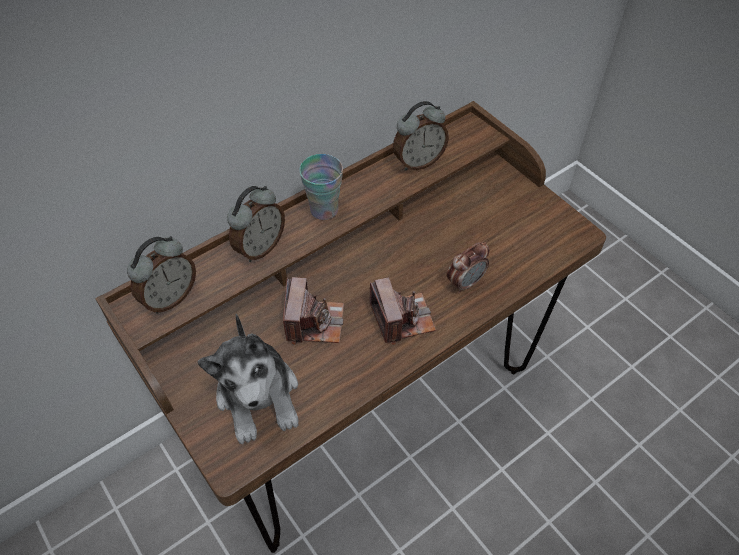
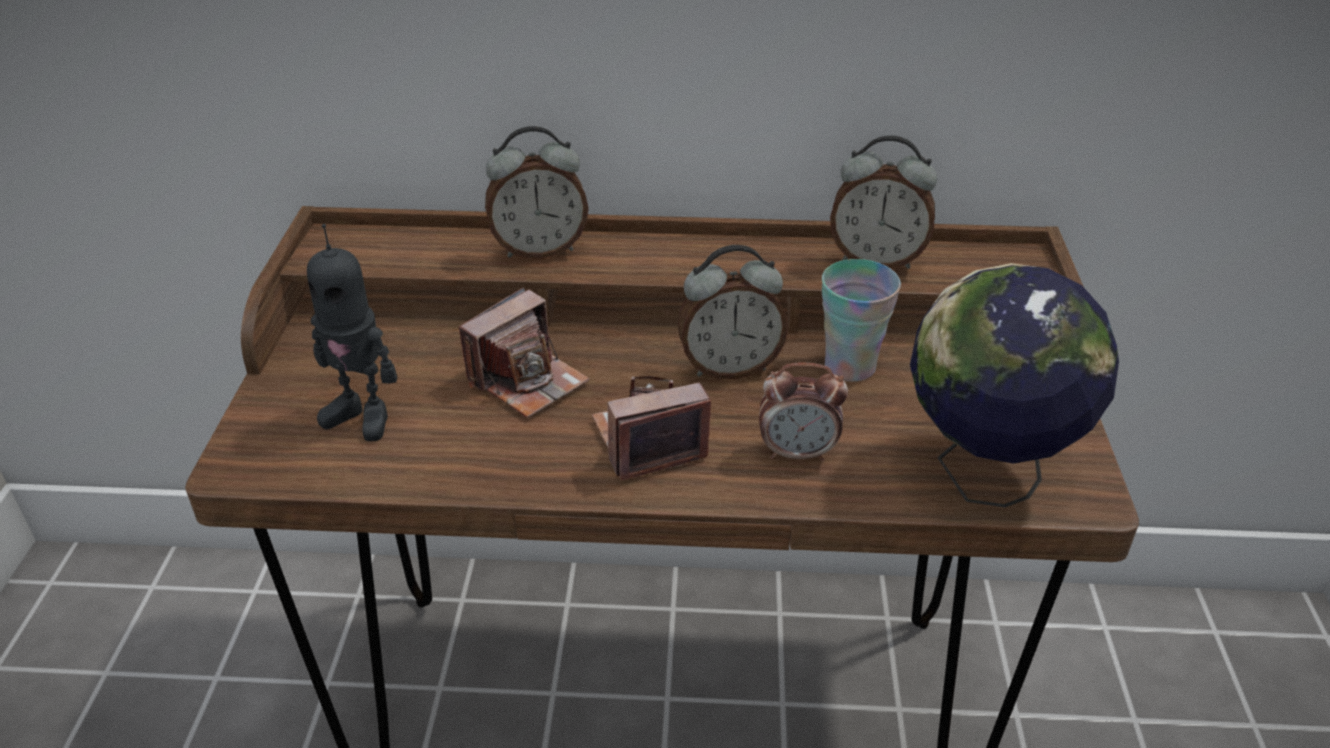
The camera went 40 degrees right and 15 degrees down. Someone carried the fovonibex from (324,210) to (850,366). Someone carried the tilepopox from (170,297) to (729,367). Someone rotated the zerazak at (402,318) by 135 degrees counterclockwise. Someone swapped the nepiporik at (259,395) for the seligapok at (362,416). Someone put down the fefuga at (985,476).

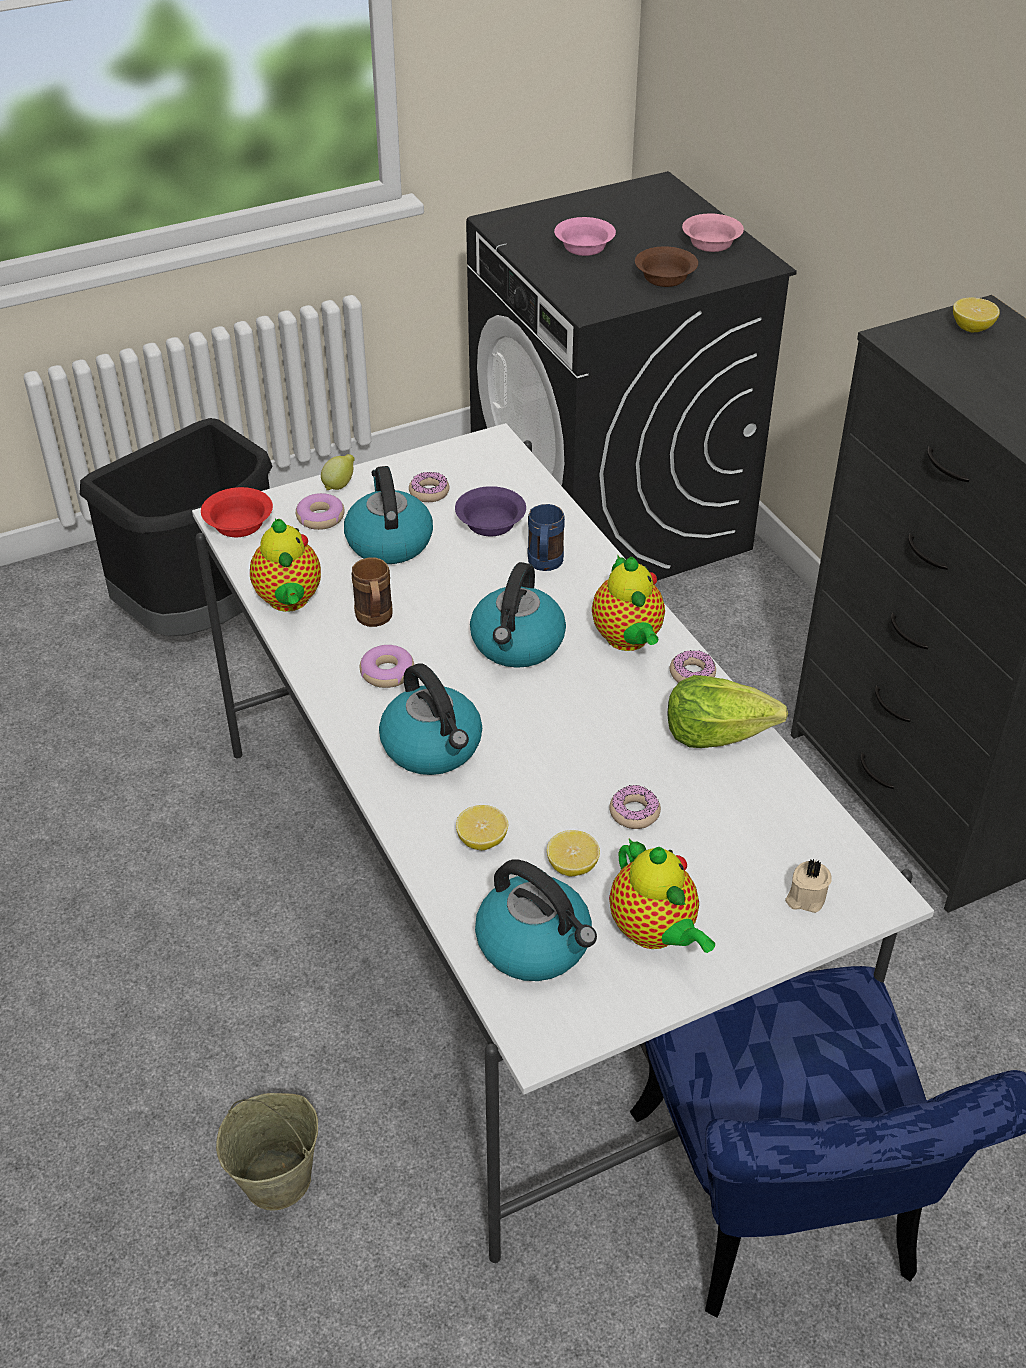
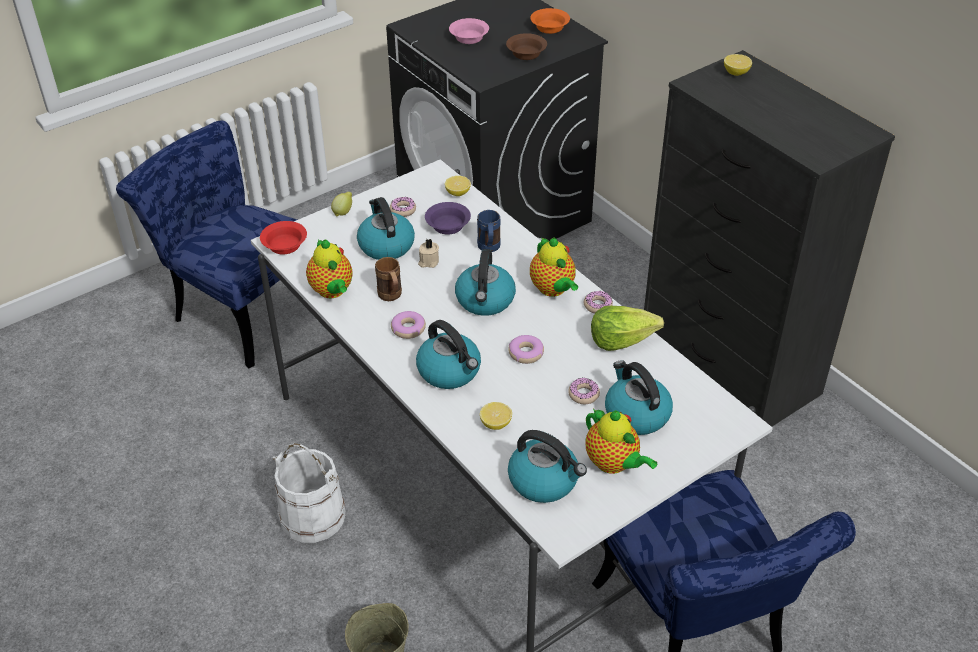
The camera went 10 degrees left and 0 degrees up. Someone repainted the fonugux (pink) at (710,244), which became the fonugux (orange) at (549,28). Someone swapped the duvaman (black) at (206,615) for the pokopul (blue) at (240,308). Someone carried the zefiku from (320,517) to (526,353). Someone carried the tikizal from (572,866) to (458,193). Someone carried the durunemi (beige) from (805,898) to (428,262). Someone put down the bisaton at (636,414). Someone put down the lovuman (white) at (313,515).

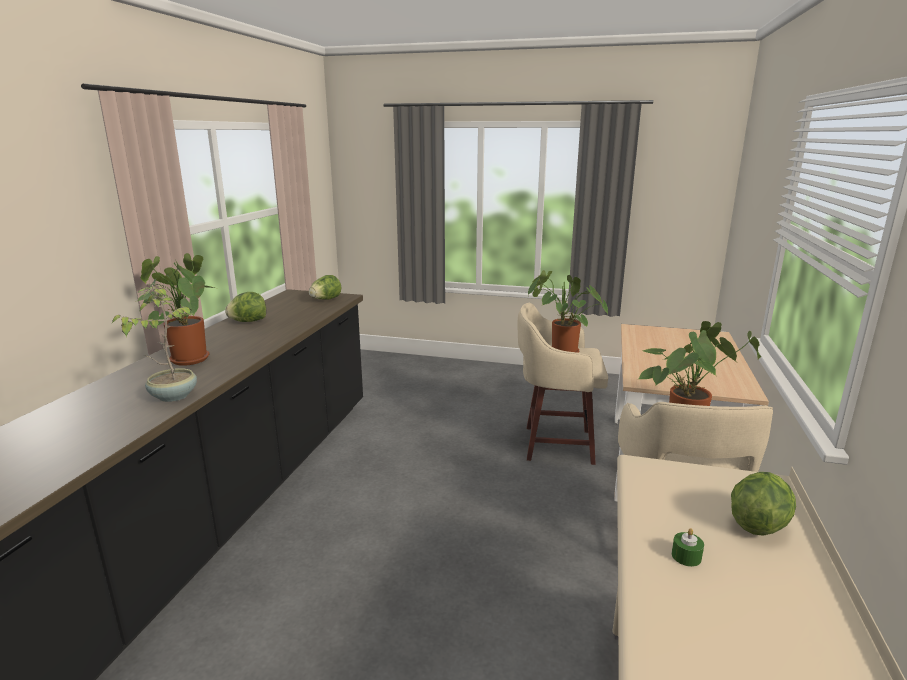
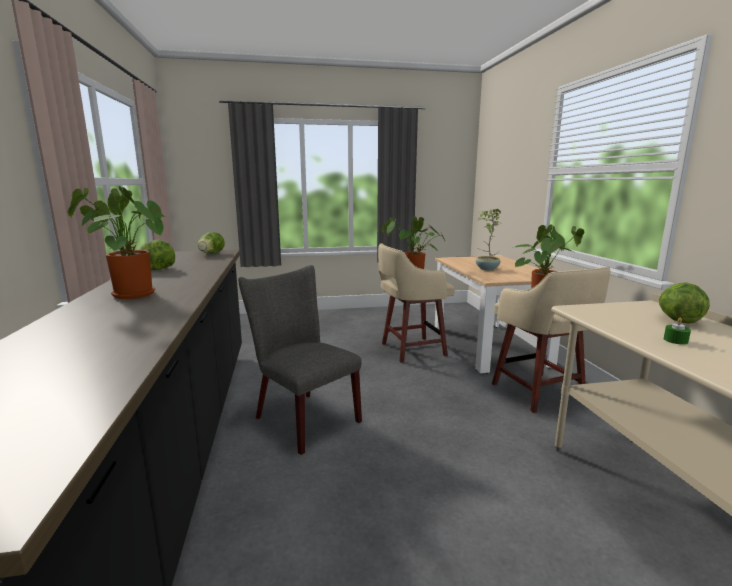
The camera went 25 degrees left and 5 degrees down. Someone carried the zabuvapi from (173,396) to (486,269). Someone put down the pokopul (grey) at (302,417).

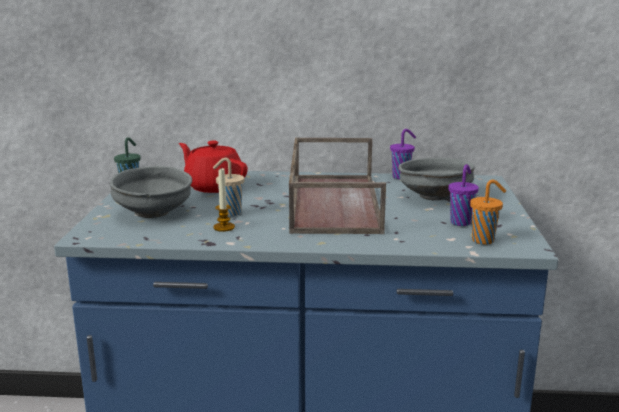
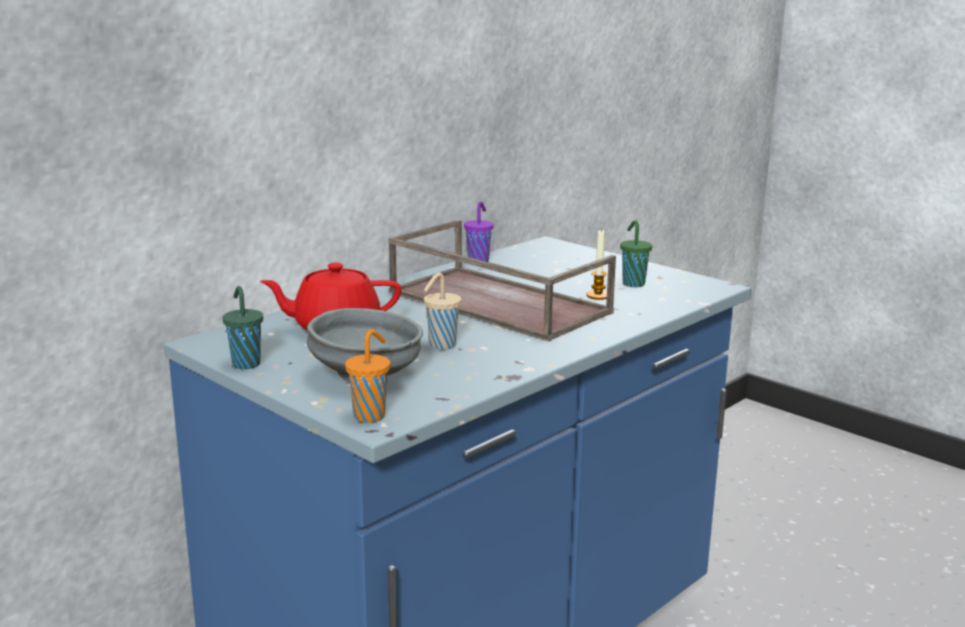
The camera went 50 degrees left and 0 degrees up. Someone took away the fonugux (grey) at (434,197). Someone repainted the fovonibex (purple) at (461,222), which became the fovonibex (green) at (633,284). Someone carried the durunemi from (224,227) to (598,296). Someone carried the fovonibex (orange) from (484,240) to (370,416).

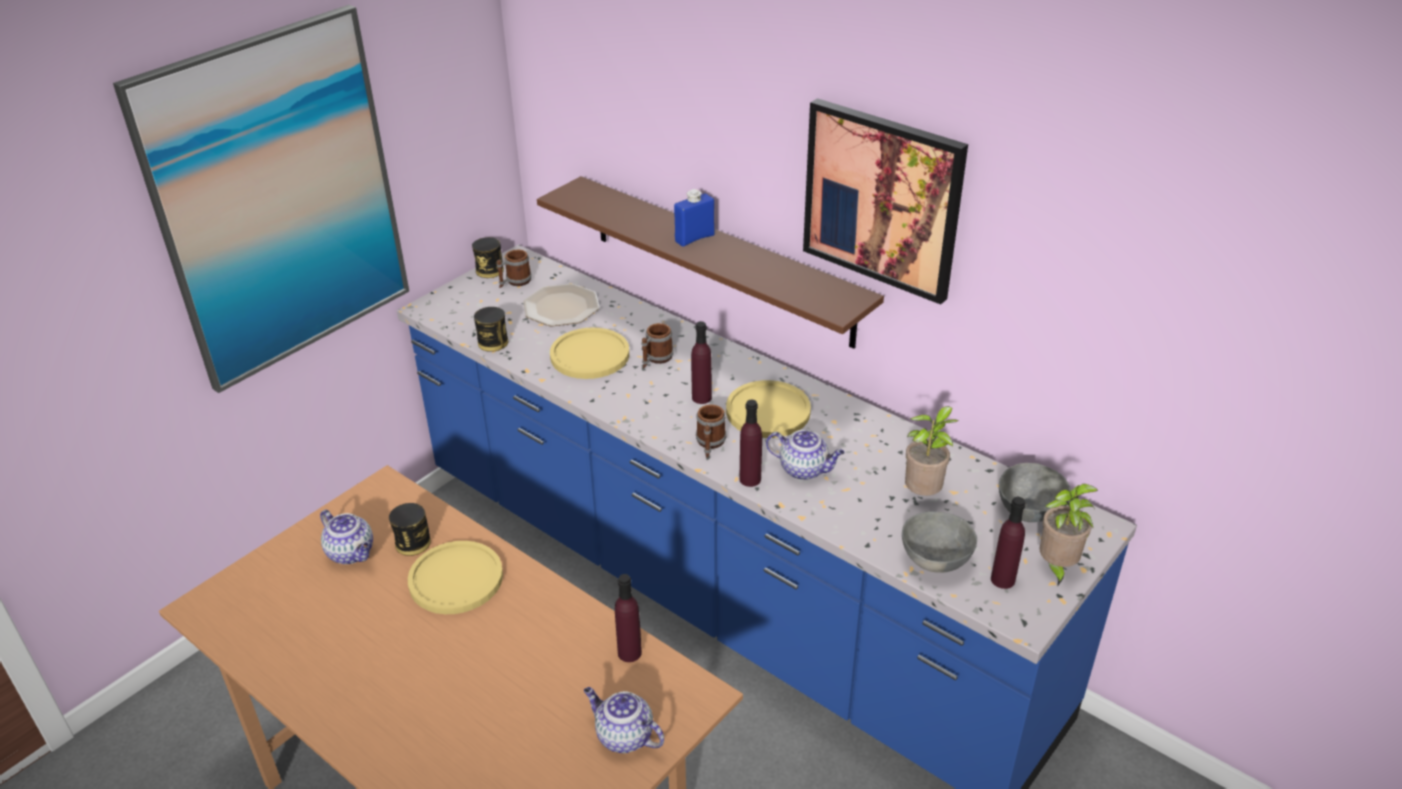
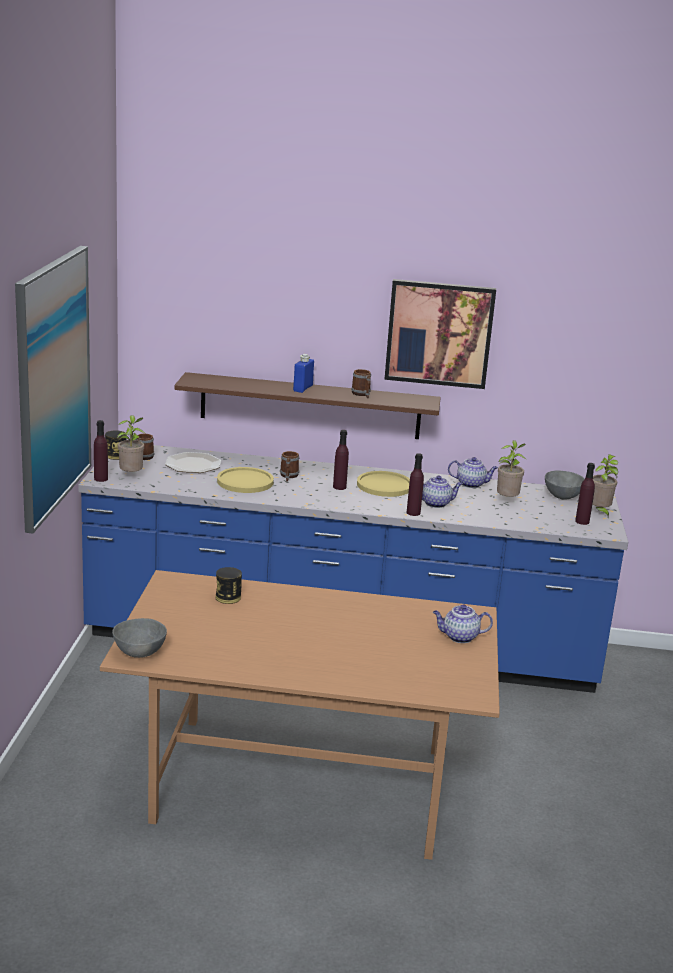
The camera went 35 degrees left and 15 degrees down. Someone took away the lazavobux at (493,342). Someone carried the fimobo from (710,444) to (362,394). Someone carried the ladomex from (352,553) to (471,484). Someone carried the fonugux (grey) from (933,560) to (138,653). Someone took away the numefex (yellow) at (456,579). Someone carried the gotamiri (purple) from (629,652) to (101,479). Someone put down the zabuvapi at (131,476).

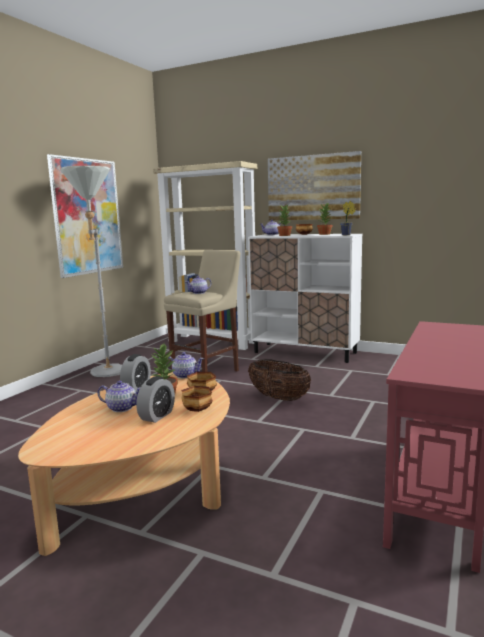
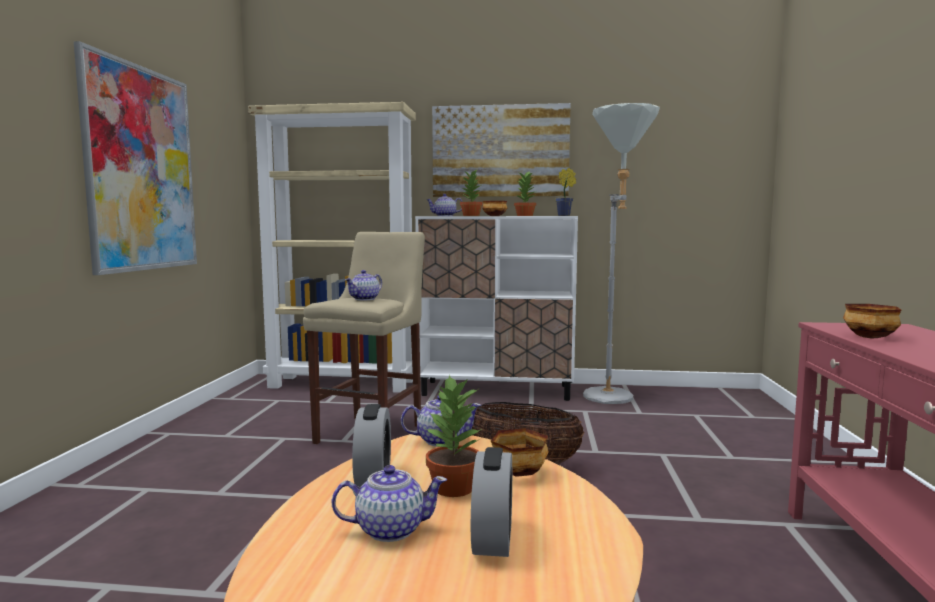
The camera went 20 degrees left and 5 degrees down. Someone carried the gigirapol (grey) from (106,374) to (613,400). Someone carried the fonugux from (198,409) to (869,337).

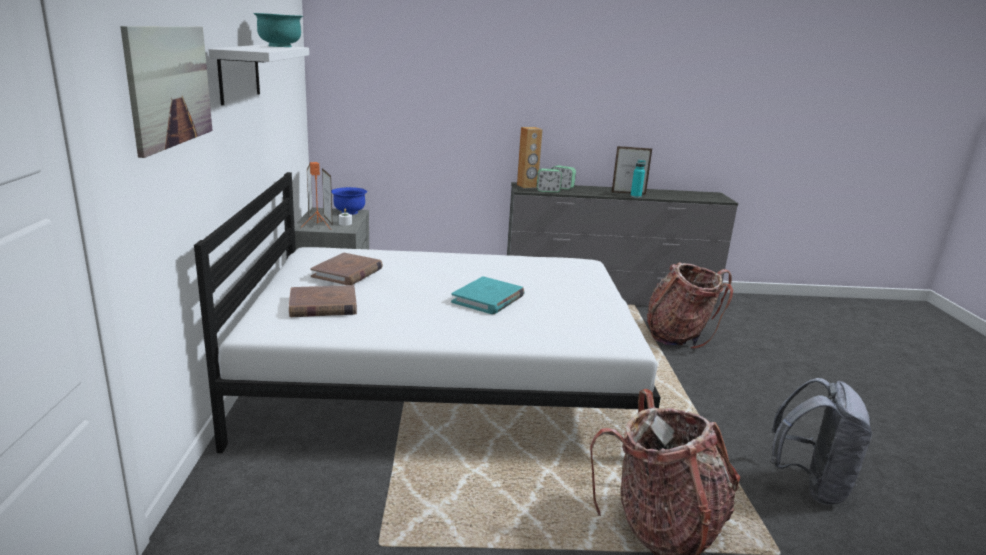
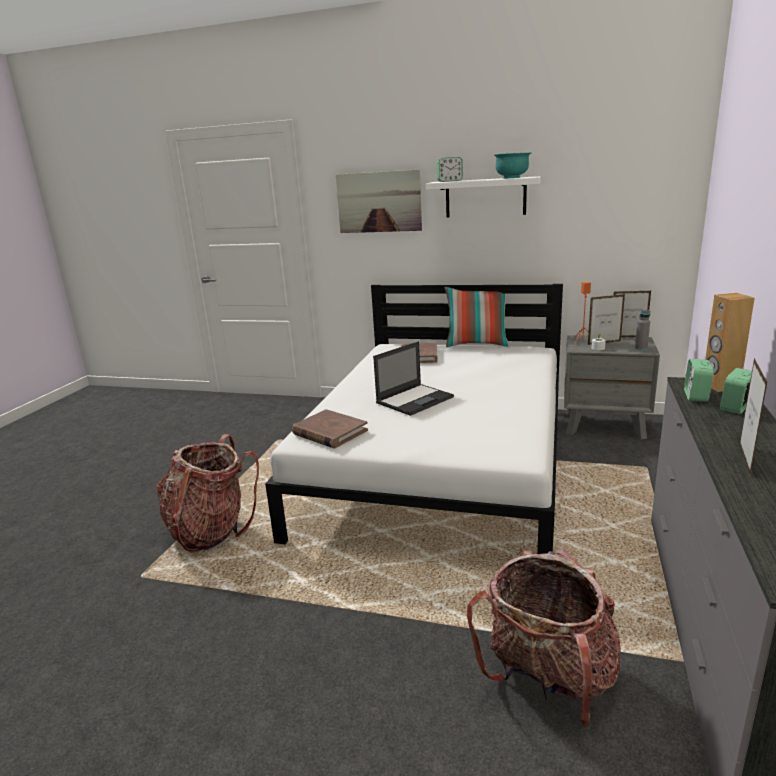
The camera went 110 degrees right and 0 degrees up. Someone took away the gotamiri (turquoise) at (635,196). Someone swapped the fonugux (blue) at (349,212) for the gotamiri (grey) at (641,348). Someone carried the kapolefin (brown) from (347,272) to (329,432). Someone swapped the kapolefin (turquoise) at (488,299) for the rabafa at (415,399). Someone took away the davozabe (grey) at (810,484). Someone put down the tilepopox at (449,181). Someone put down the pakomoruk at (477,344).

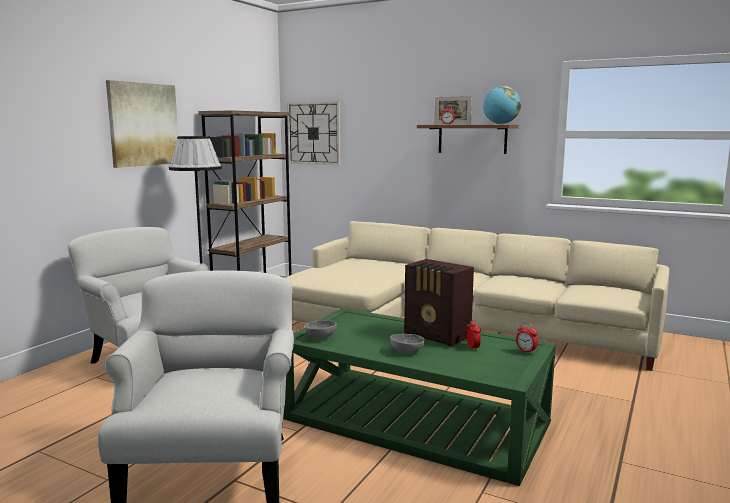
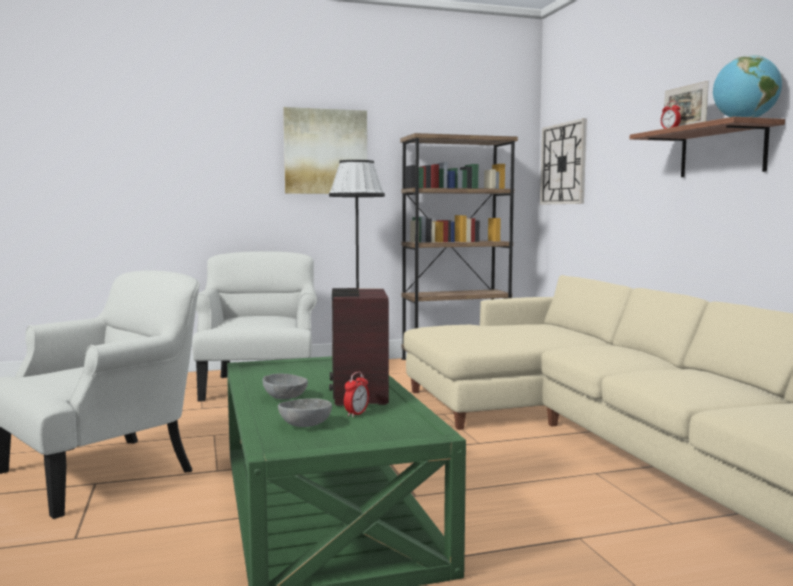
The camera went 45 degrees right and 5 degrees down. Someone carried the fonugux (grey) from (320,337) to (305,424). Someone took away the tilepopox at (526,351).

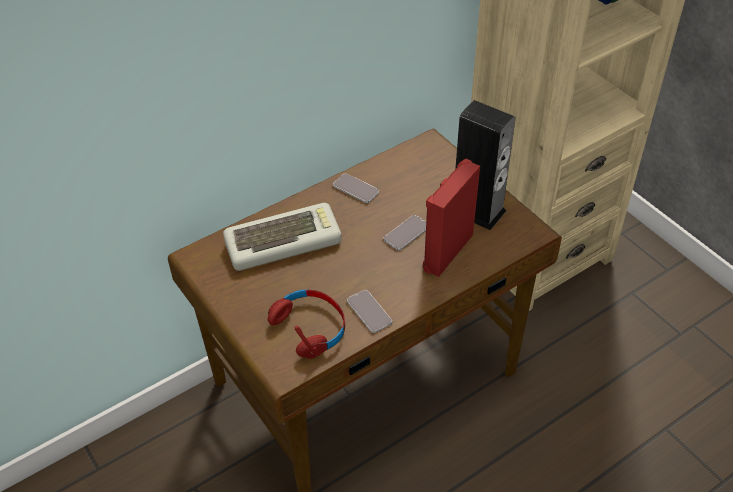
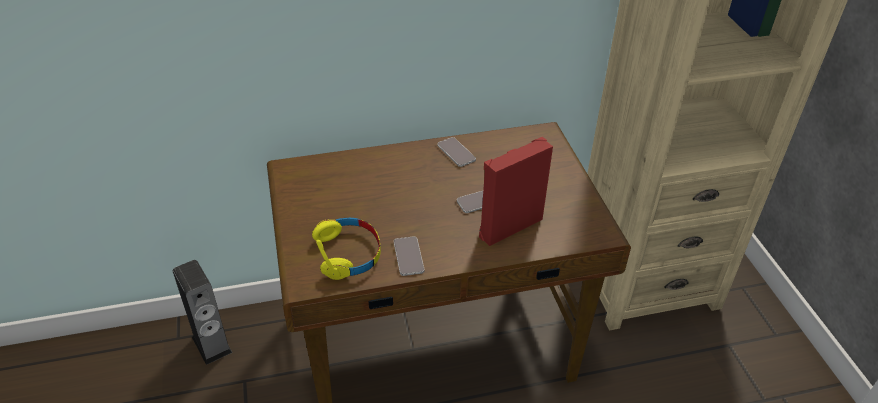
The camera went 20 degrees right and 5 degrees down. Someone carried the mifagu from (477,210) to (211,344). Someone took away the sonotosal at (283,241). Someone repainted the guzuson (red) at (309,328), which became the guzuson (yellow) at (348,254).

